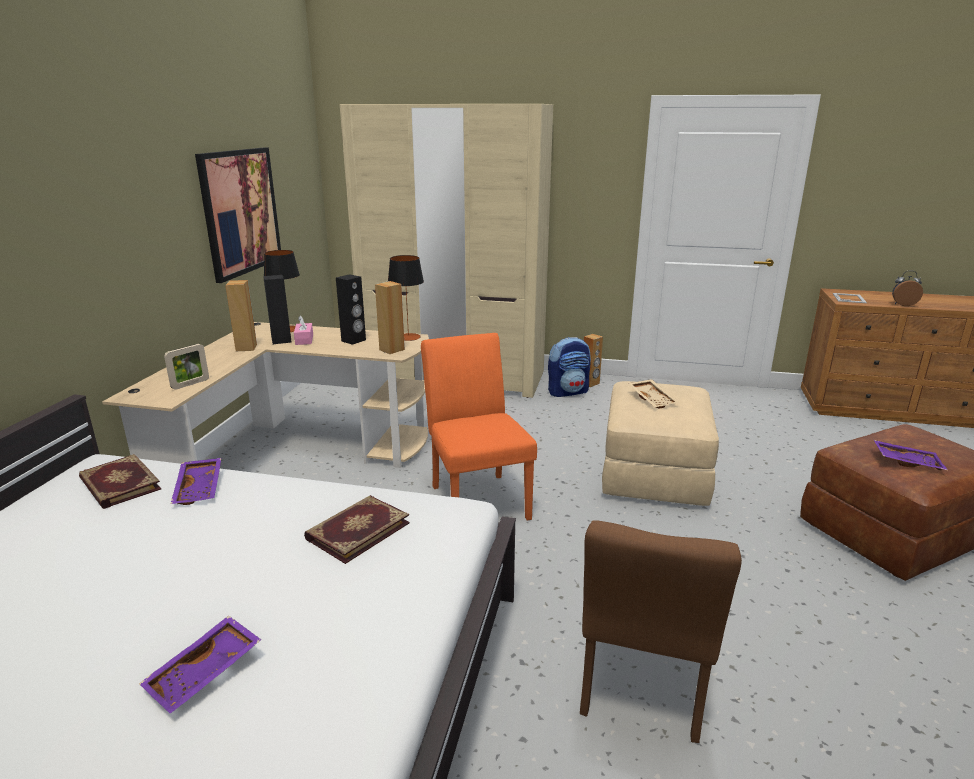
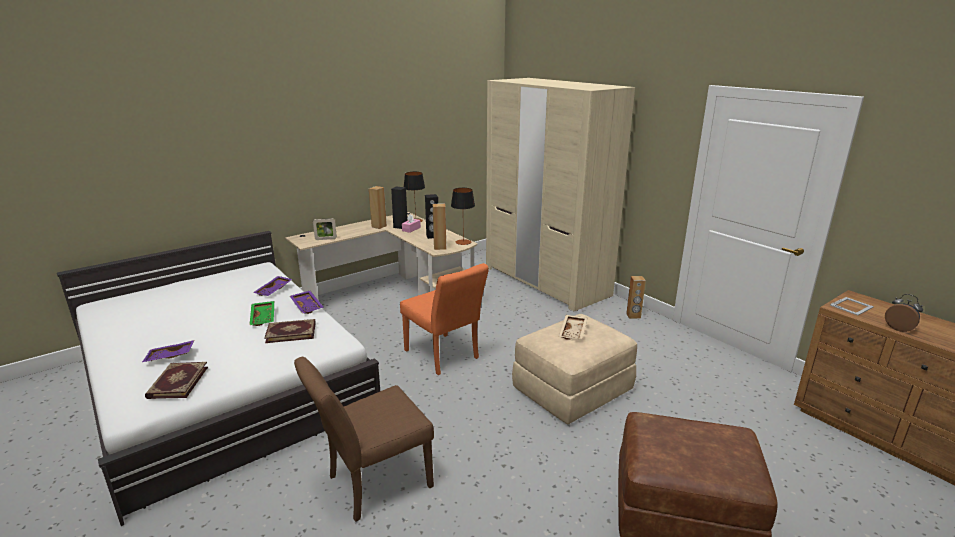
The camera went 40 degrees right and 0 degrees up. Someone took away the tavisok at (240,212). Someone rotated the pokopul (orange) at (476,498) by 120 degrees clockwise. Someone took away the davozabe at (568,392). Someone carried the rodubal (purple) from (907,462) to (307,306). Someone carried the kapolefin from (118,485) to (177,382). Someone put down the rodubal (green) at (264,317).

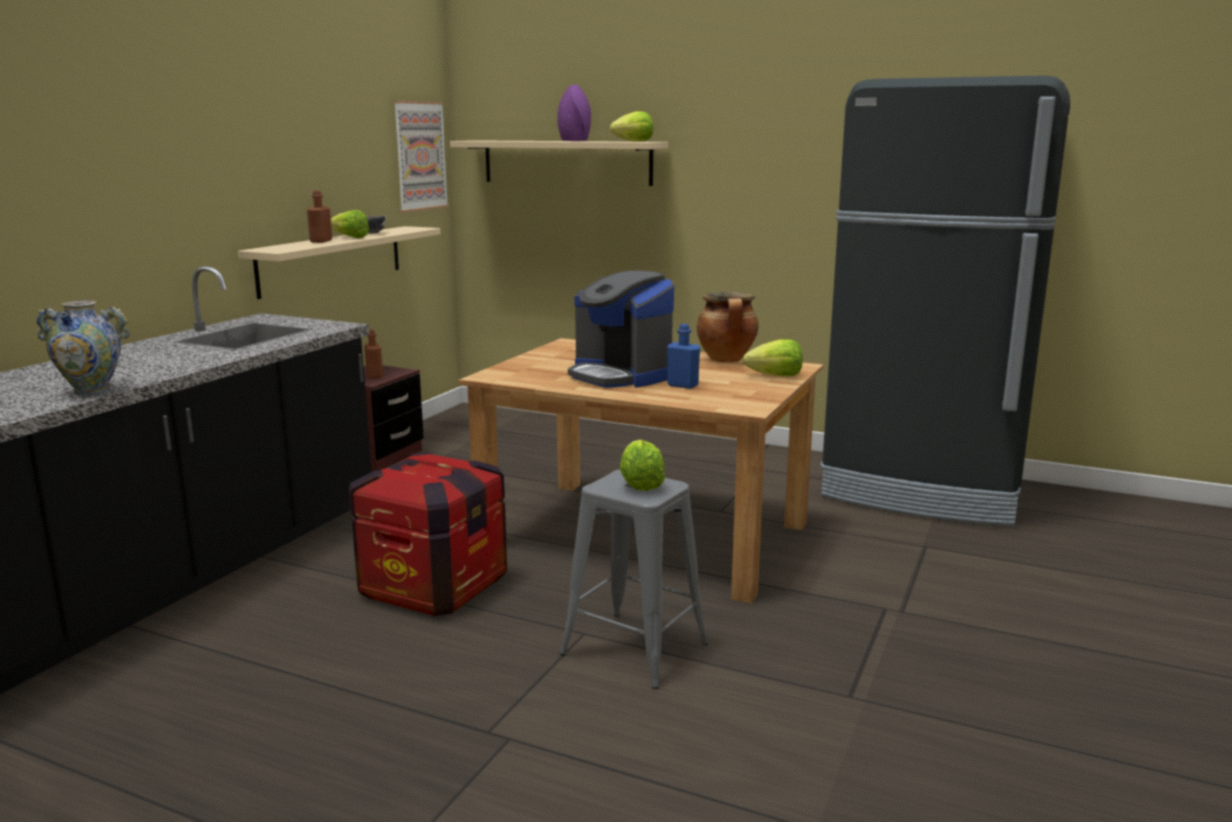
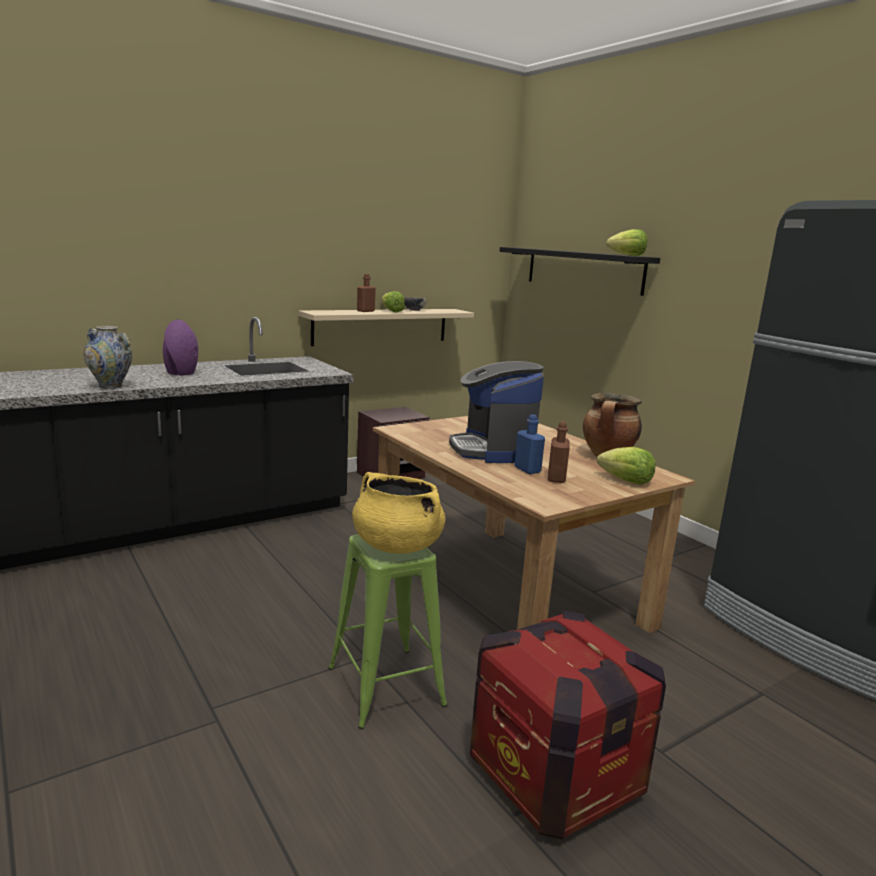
The camera went 30 degrees right and 0 degrees up. Someone carried the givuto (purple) from (575,141) to (181,373). Someone took away the tavisok at (420,156). Someone repainted the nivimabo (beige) at (566,162), which became the nivimabo (black) at (583,270). Someone carried the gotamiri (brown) from (374,375) to (556,478). Someone swapped the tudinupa at (640,484) for the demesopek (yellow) at (396,545). Someone carried the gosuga from (434,587) to (555,776). Someone repainted the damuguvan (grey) at (635,649), which became the damuguvan (green) at (386,687).

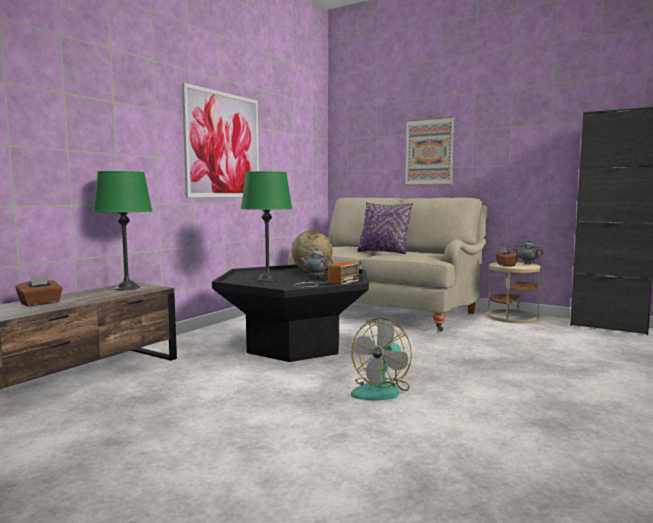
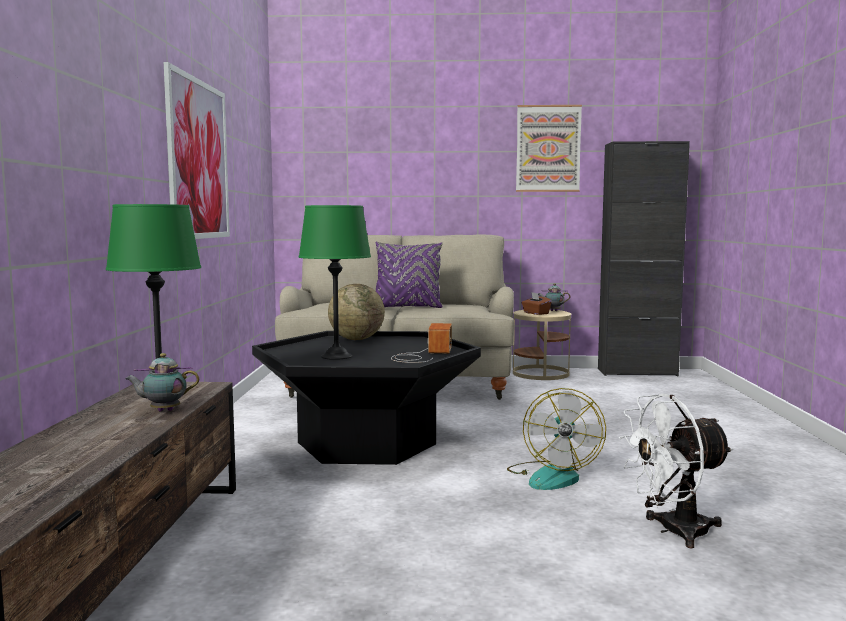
The camera went 30 degrees left and 0 degrees up. Someone carried the tavisok from (429,152) to (548,148). Someone carried the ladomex from (315,277) to (163,411). Someone took away the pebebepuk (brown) at (40,303). Someone put down the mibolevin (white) at (673,531).

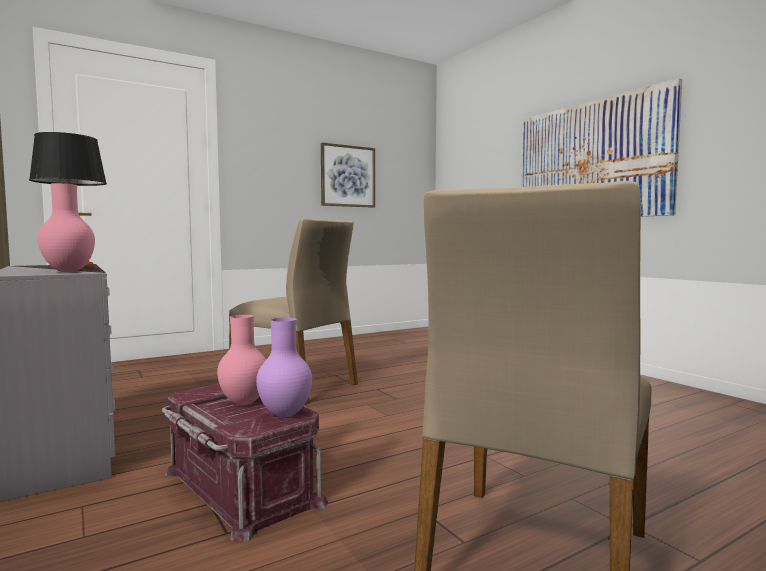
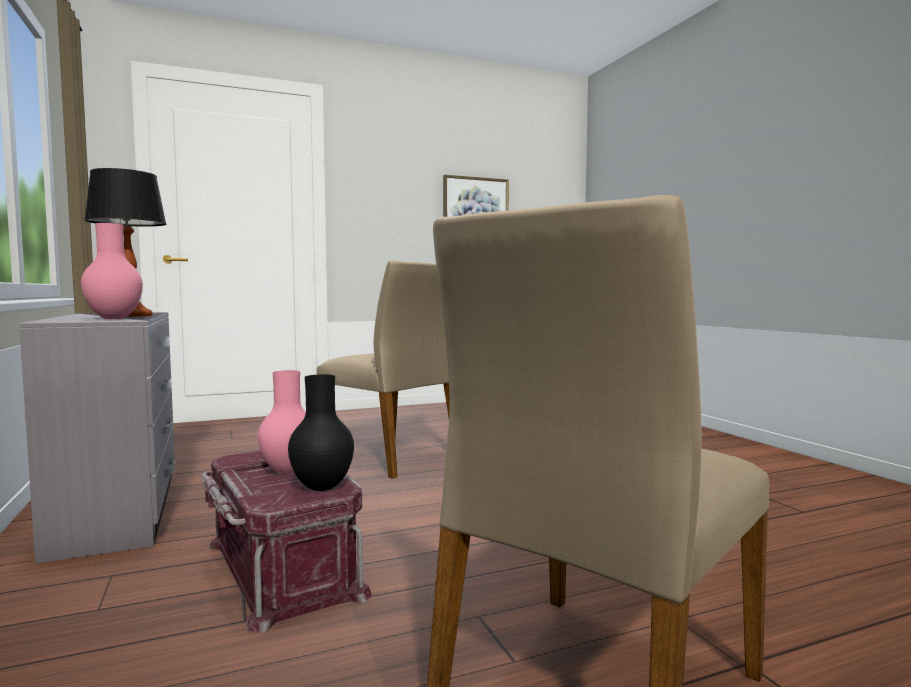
The camera went 10 degrees right and 0 degrees up. Someone took away the tavisok at (591,161). Someone repainted the givuto (purple) at (285,414), which became the givuto (black) at (323,487).

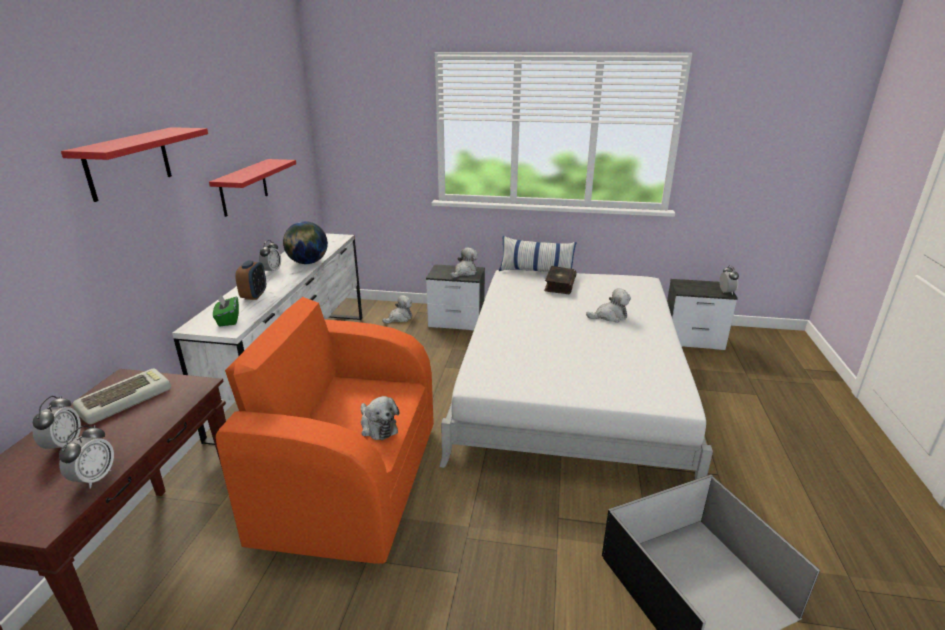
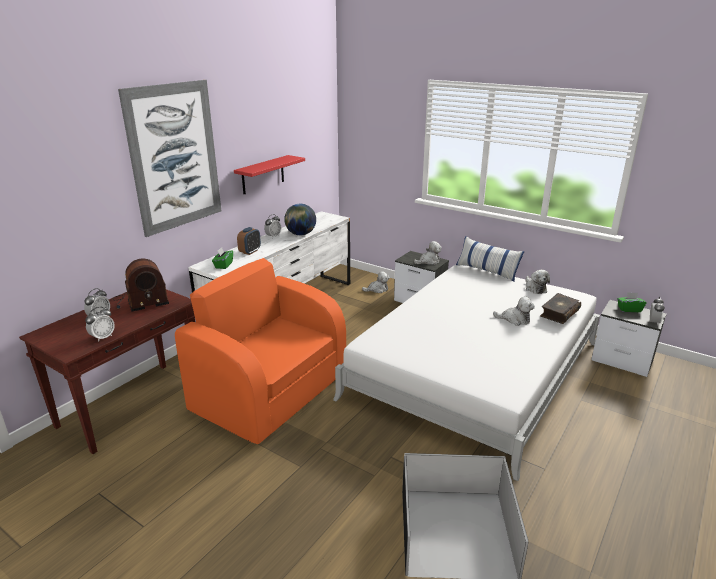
The camera went 25 degrees right and 0 degrees up. Someone swapped the nivimabo (red) at (128,163) for the tavisok at (175,157). Someone carried the kapolefin from (559,285) to (559,313). Someone swapped the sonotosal at (125,400) for the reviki at (140,301). Someone carried the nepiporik from (377,426) to (535,288). Someone put down the pebebepuk (green) at (629,309).

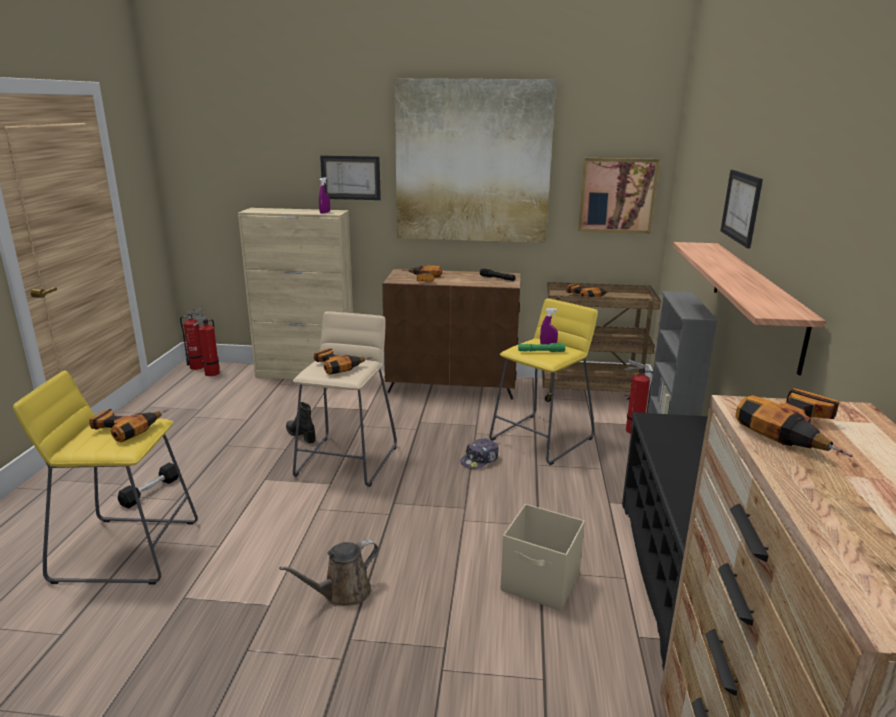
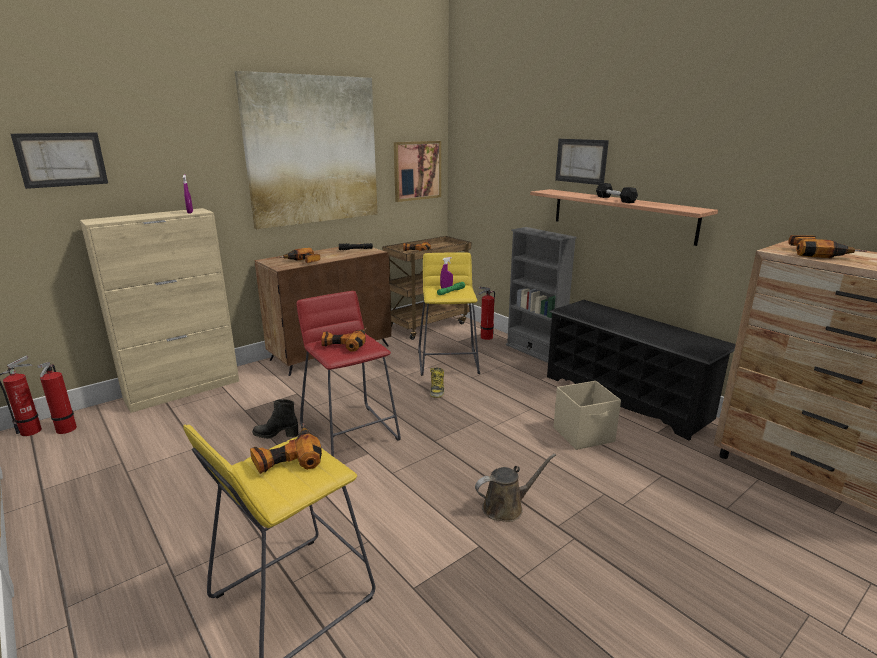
The camera went 45 degrees left and 0 degrees up. Someone carried the tavisok from (350,177) to (61,159). Someone repainted the damuguvan (beige) at (347,460), which became the damuguvan (red) at (350,433). Someone swapped the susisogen at (480,460) for the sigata at (437,390). Someone carried the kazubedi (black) from (151,491) to (615,199). Someone rotated the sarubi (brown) at (342,593) by 120 degrees counterclockwise.

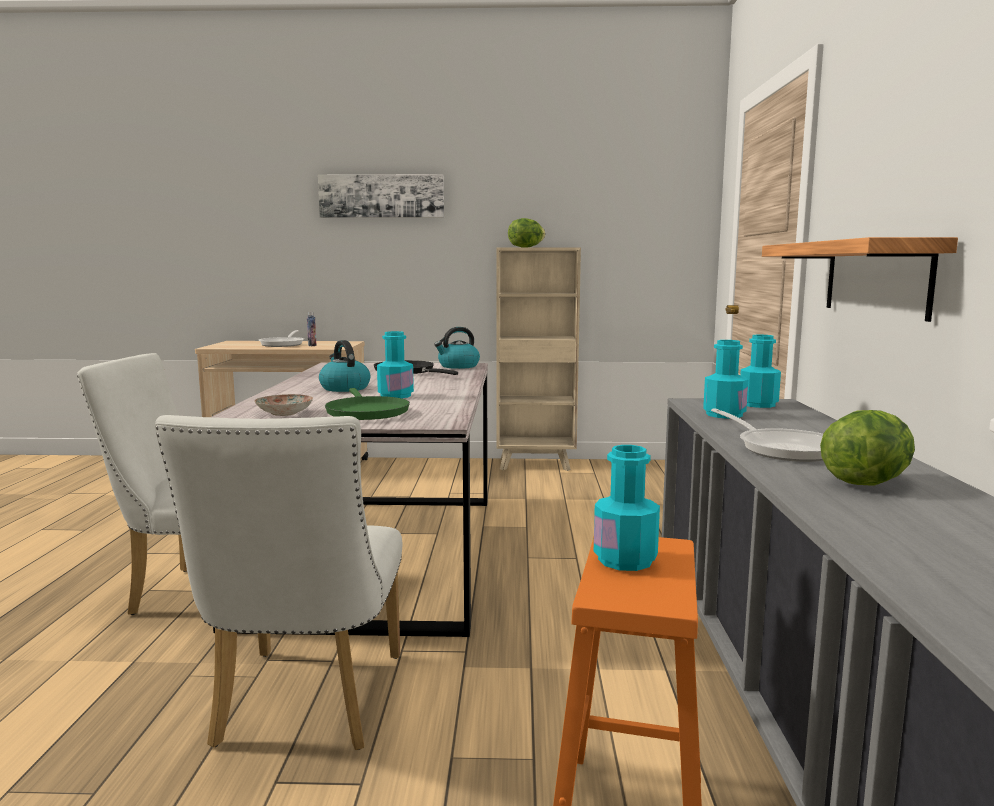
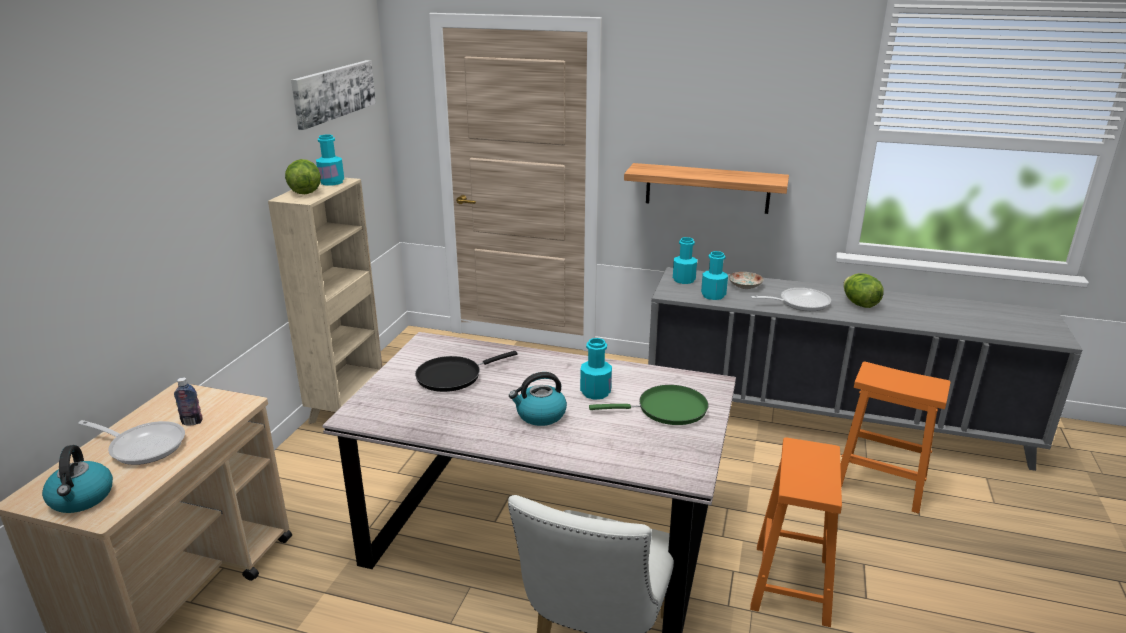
The camera went 75 degrees left and 15 degrees up. Someone carried the tavisok from (381,196) to (334,92). Someone carried the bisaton from (458,366) to (82,498). Someone carried the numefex from (285,413) to (744,286). Someone swapped the pokopul (white) at (305,707) for the damuguvan (orange) at (791,585). Someone carried the gotamiri (turquoise) from (625,560) to (331,182).

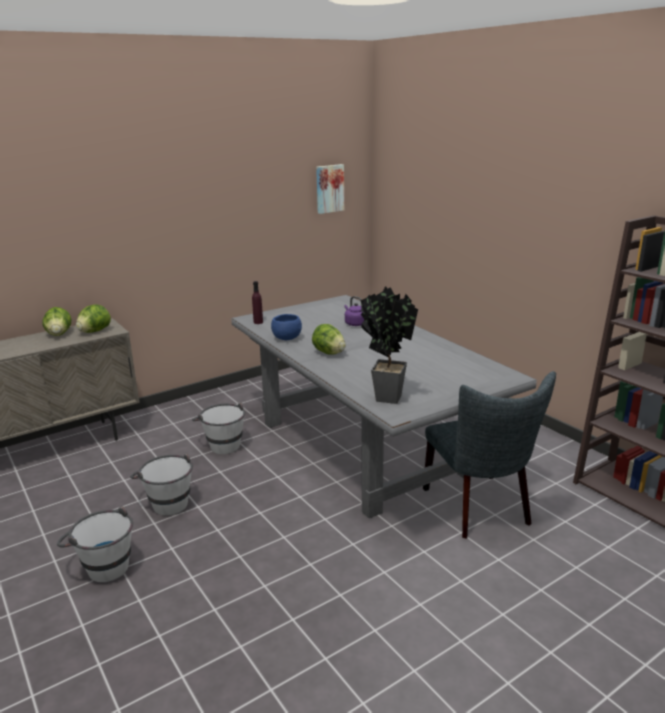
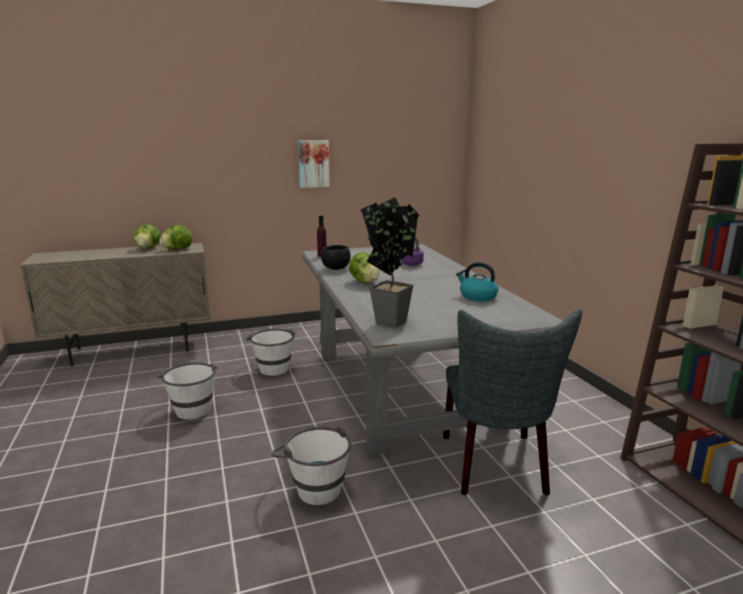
The camera went 15 degrees right and 5 degrees down. Someone carried the tavisok from (329,188) to (313,163). Someone repainted the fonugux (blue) at (287,339), which became the fonugux (black) at (336,269). Someone carried the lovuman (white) from (102,565) to (313,486). Someone put down the bisaton at (477,296).

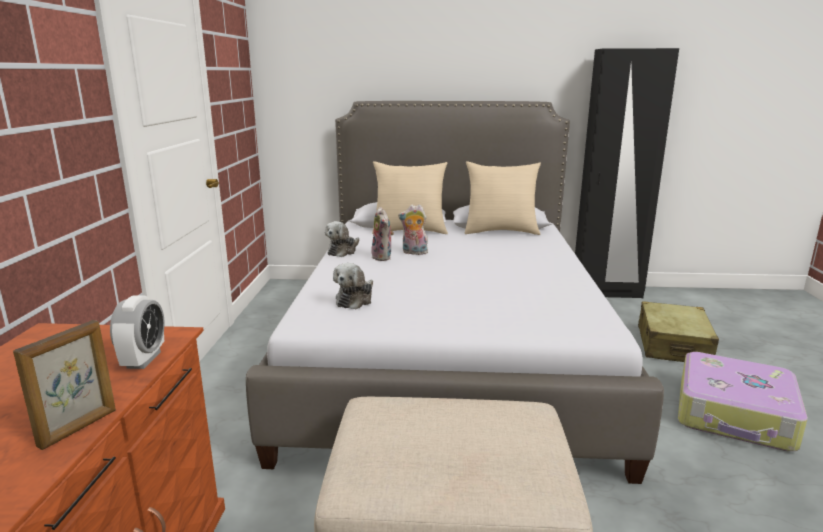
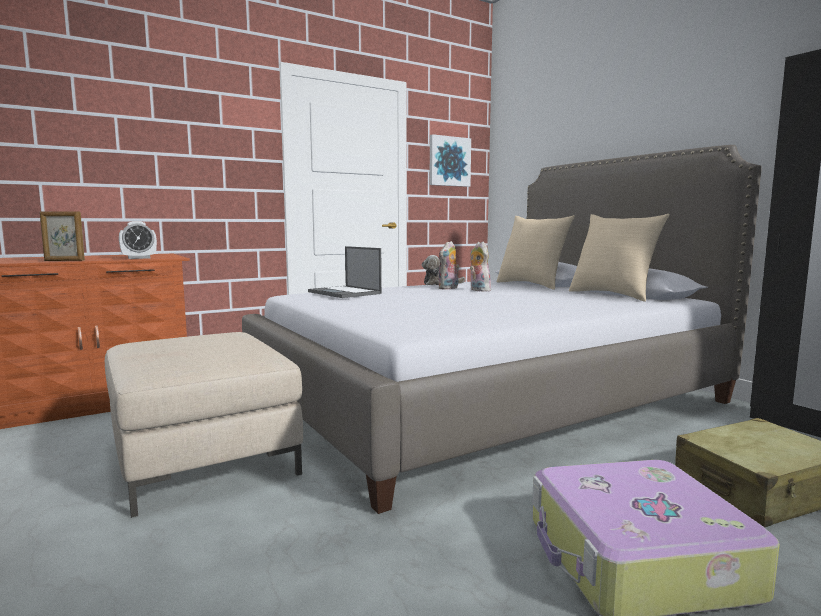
The camera went 55 degrees right and 10 degrees down. Someone swapped the nepiporik at (355,300) for the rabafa at (345,293). Someone put up the tavisok at (449,161).

